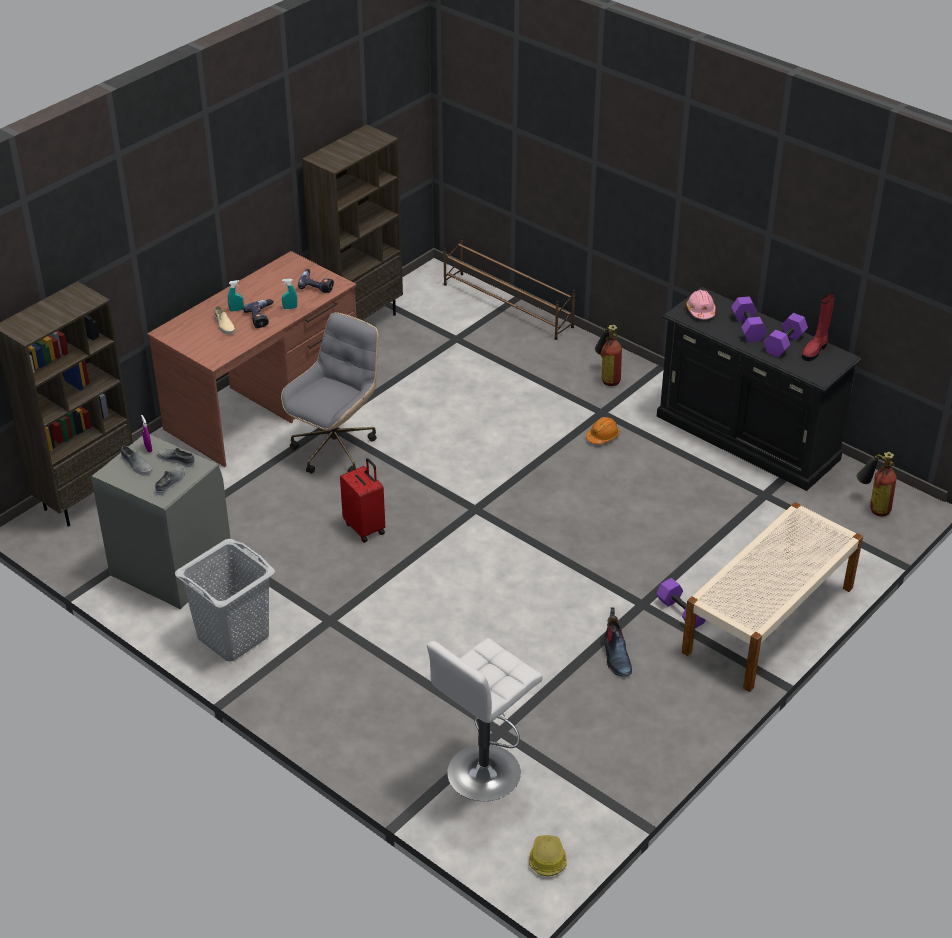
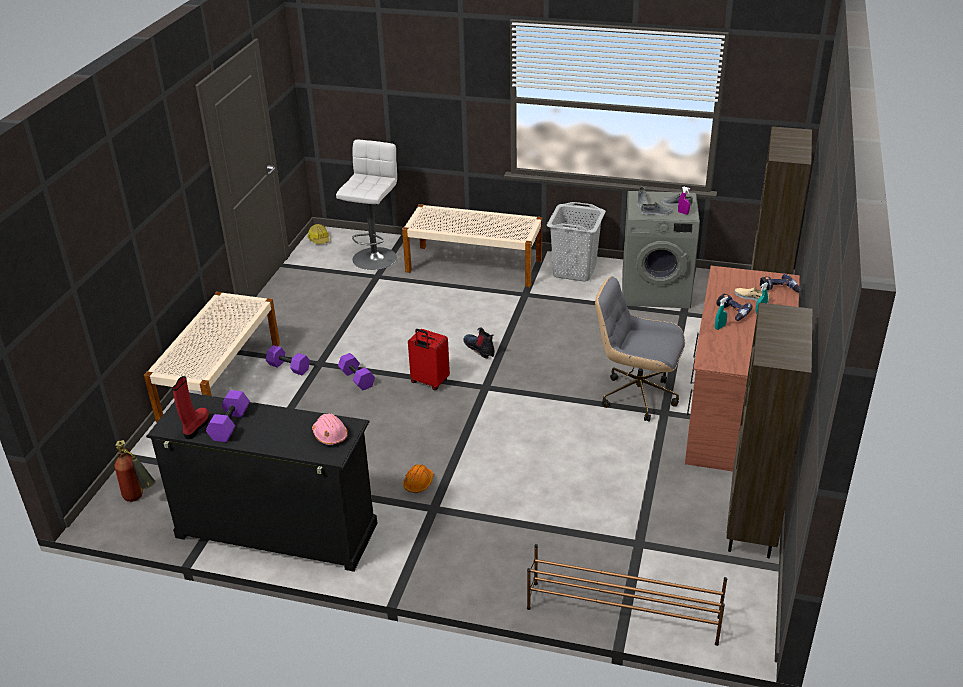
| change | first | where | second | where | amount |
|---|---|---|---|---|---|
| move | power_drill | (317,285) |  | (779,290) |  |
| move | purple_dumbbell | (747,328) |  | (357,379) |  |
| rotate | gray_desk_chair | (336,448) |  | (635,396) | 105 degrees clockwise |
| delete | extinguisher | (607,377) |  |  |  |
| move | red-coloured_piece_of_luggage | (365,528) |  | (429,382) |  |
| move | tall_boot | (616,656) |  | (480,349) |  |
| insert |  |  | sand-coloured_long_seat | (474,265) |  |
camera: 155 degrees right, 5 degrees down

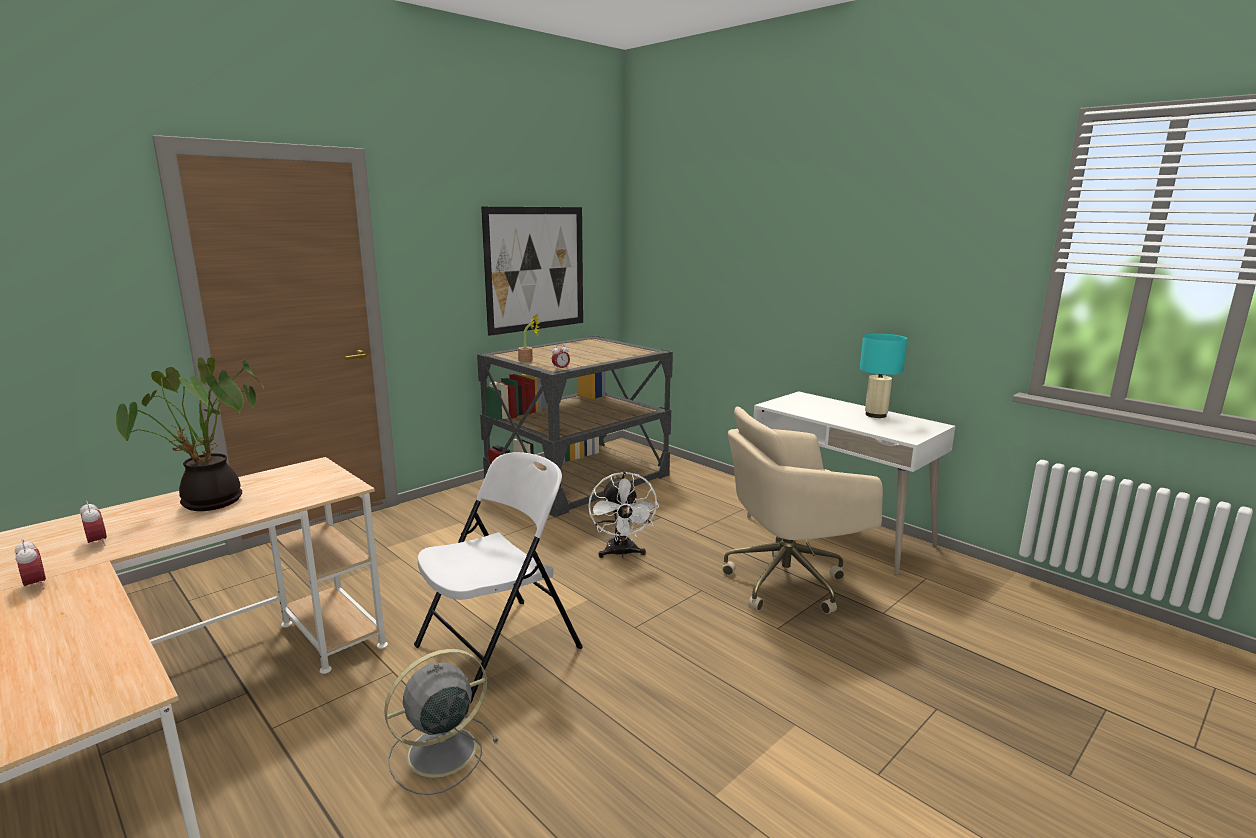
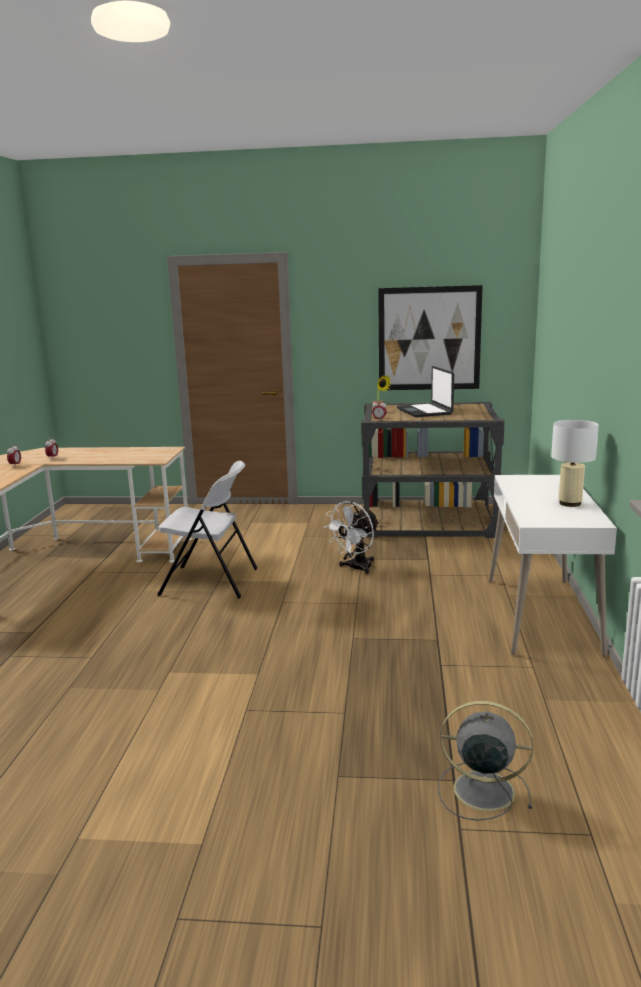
| change | first | where | second | where | amount |
|---|---|---|---|---|---|
| recolor | turquoise-coloured_table_lamp | (875,415) | white_table_lamp | (569,503) |  |
| delete | houseplant | (209,504) |  |  |  |
| delete | sand-coloured_desk_chair | (790,583) |  |  |  |
| move | gray_cooling_fan | (439,753) |  | (480,790) |  |
| insert |  |  | portable_computer | (425,411) |  |
camera: 50 degrees right, 0 degrees up

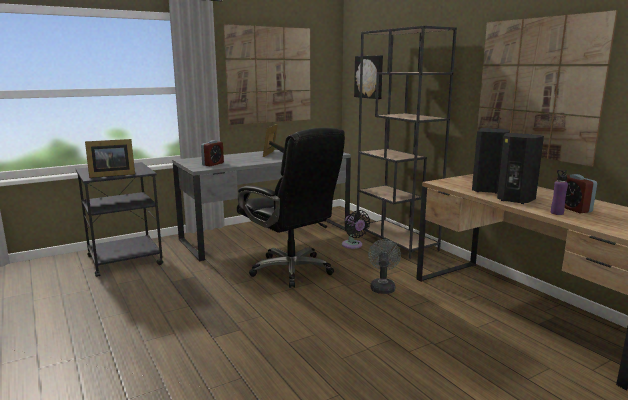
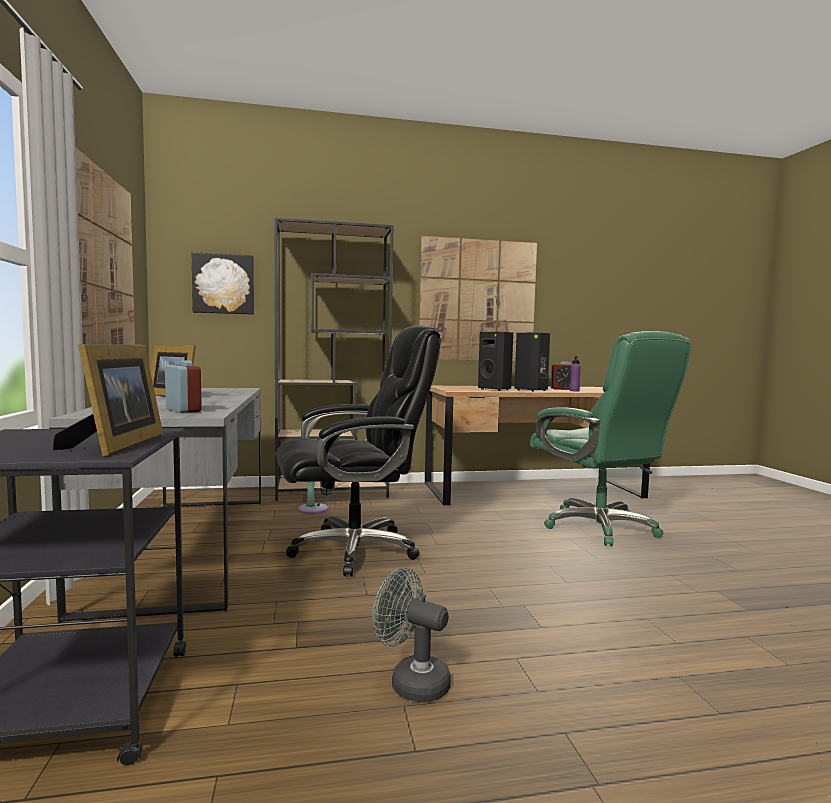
| change | first | where | second | where | amount |
|---|---|---|---|---|---|
| move | gray_cooling_fan | (382,287) |  | (411,681) |  |
| insert |  |  | green-coloured_desk_chair | (597,526) |  |
camera: 70 degrees left, 10 degrees down

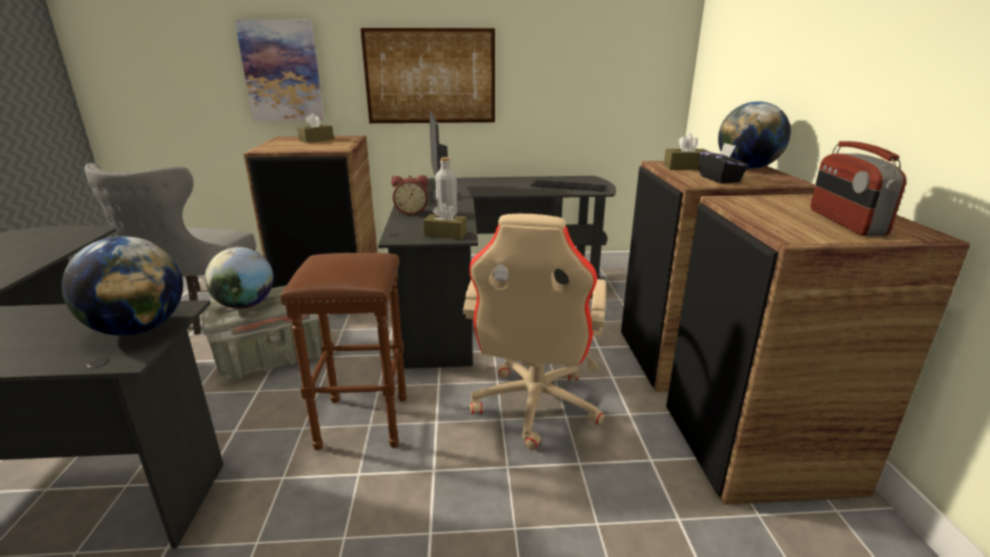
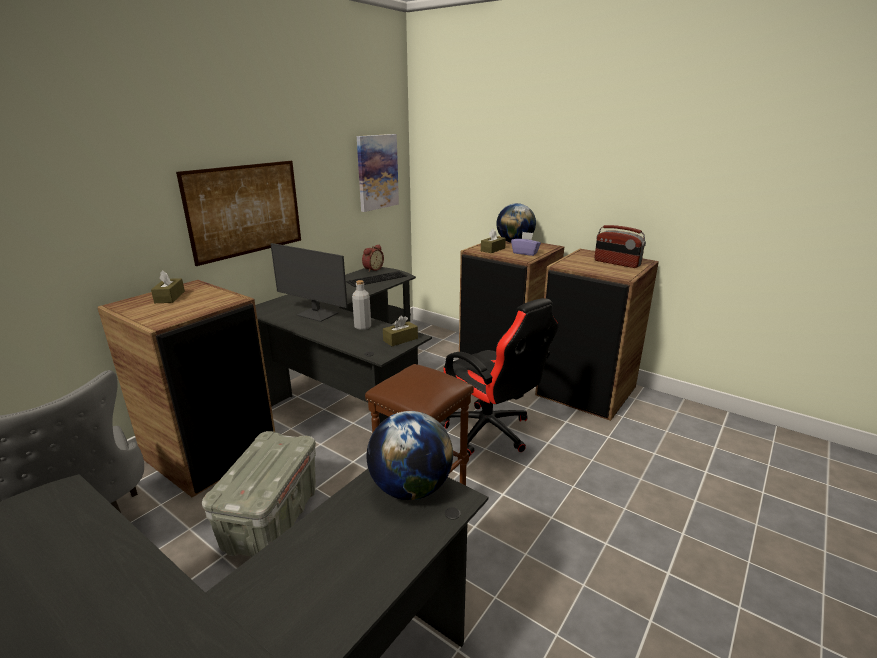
| change | first | where | second | where | amount |
|---|---|---|---|---|---|
| move | picture | (282,71) |  | (377,172) |  |
| recolor | black_tissue_holder | (719,179) | purple_tissue_holder | (525,253) |  |
| move | alarm_clock | (411,212) |  | (372,269) |  |
| recolor | sand-coloured_desk_chair | (533,412) | black_desk_chair | (492,435) |  |
| delete | globe | (245,305) |  |  |  |
camera: 50 degrees left, 0 degrees up

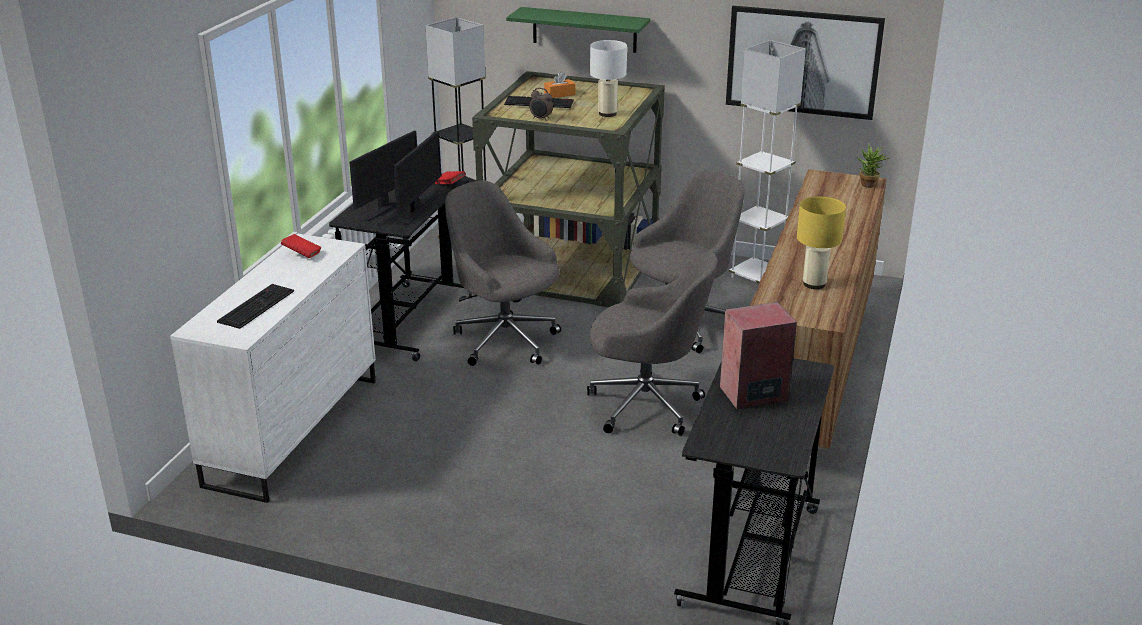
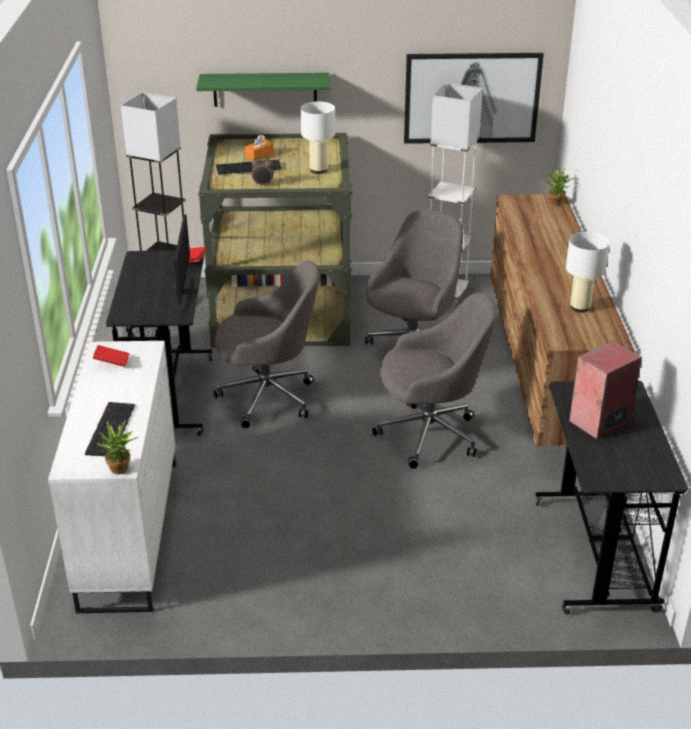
| change | first | where | second | where | amount |
|---|---|---|---|---|---|
| delete | computer_screen | (386,208) |  |  |  |
| rotate | gray_desk_chair | (504,341) |  | (268,398) | 150 degrees clockwise |
| recolor | yellow_table_lamp | (814,284) | white_table_lamp | (580,308) |  |
| insert |  |  | houseplant | (121,471) |  |
camera: 20 degrees left, 5 degrees up

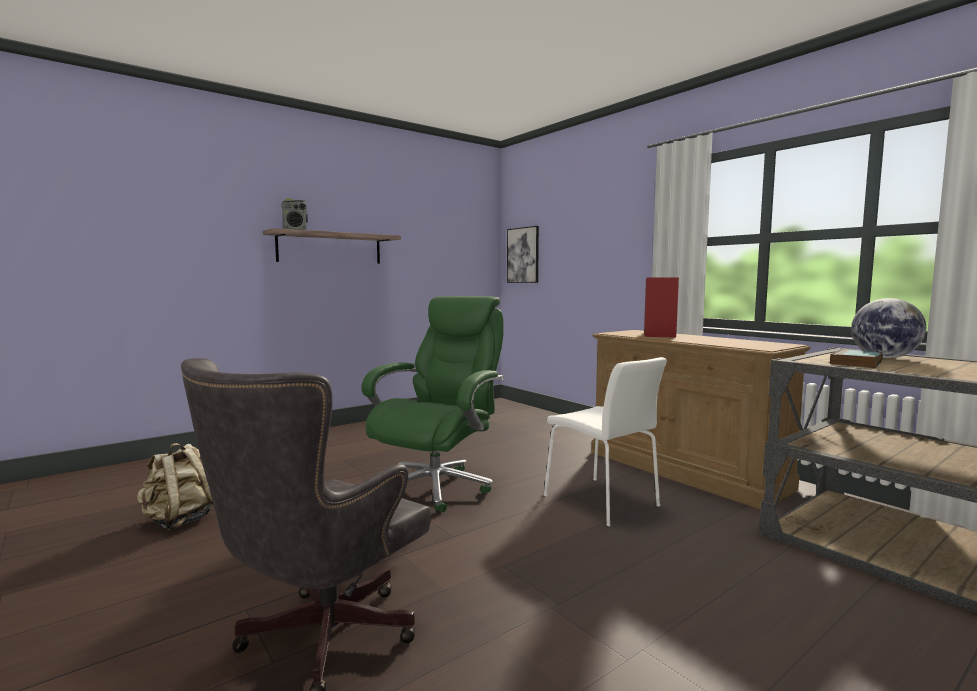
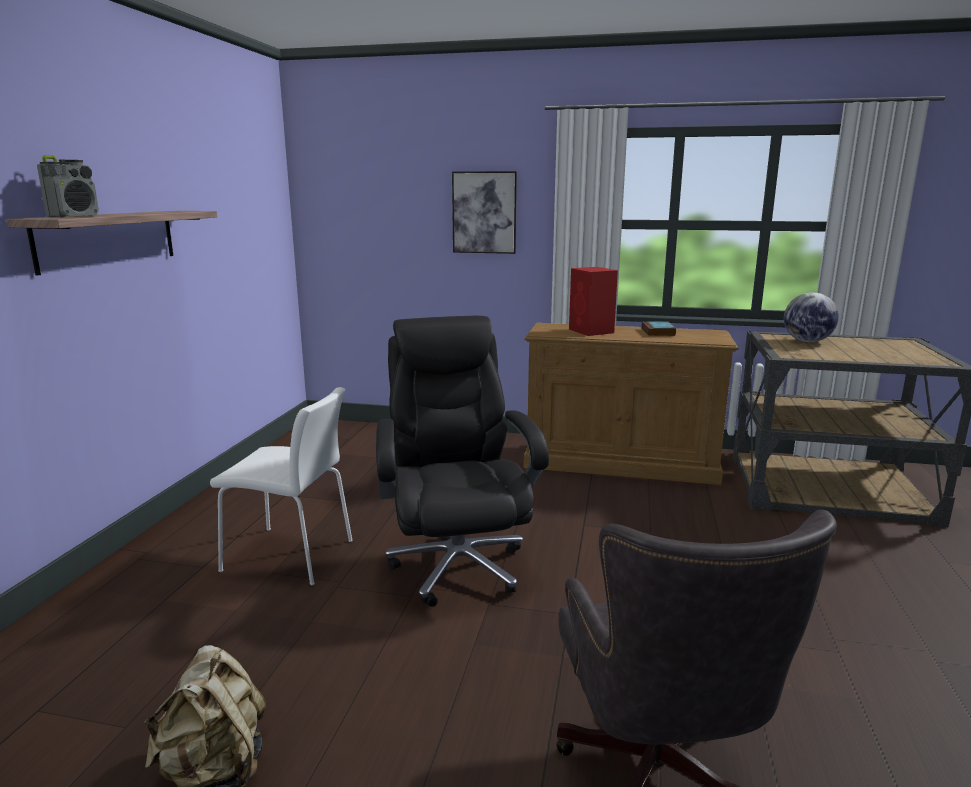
| change | first | where | second | where | amount |
|---|---|---|---|---|---|
| move | picture | (523,255) |  | (484,212) |  |
| recolor | green-coloured_desk_chair | (439,487) | black_desk_chair | (457,564) |  |
| move | bound_book | (856,363) |  | (658,332) |  |
| move | white_chair | (604,502) |  | (293,556) |  |
camera: 40 degrees left, 10 degrees up

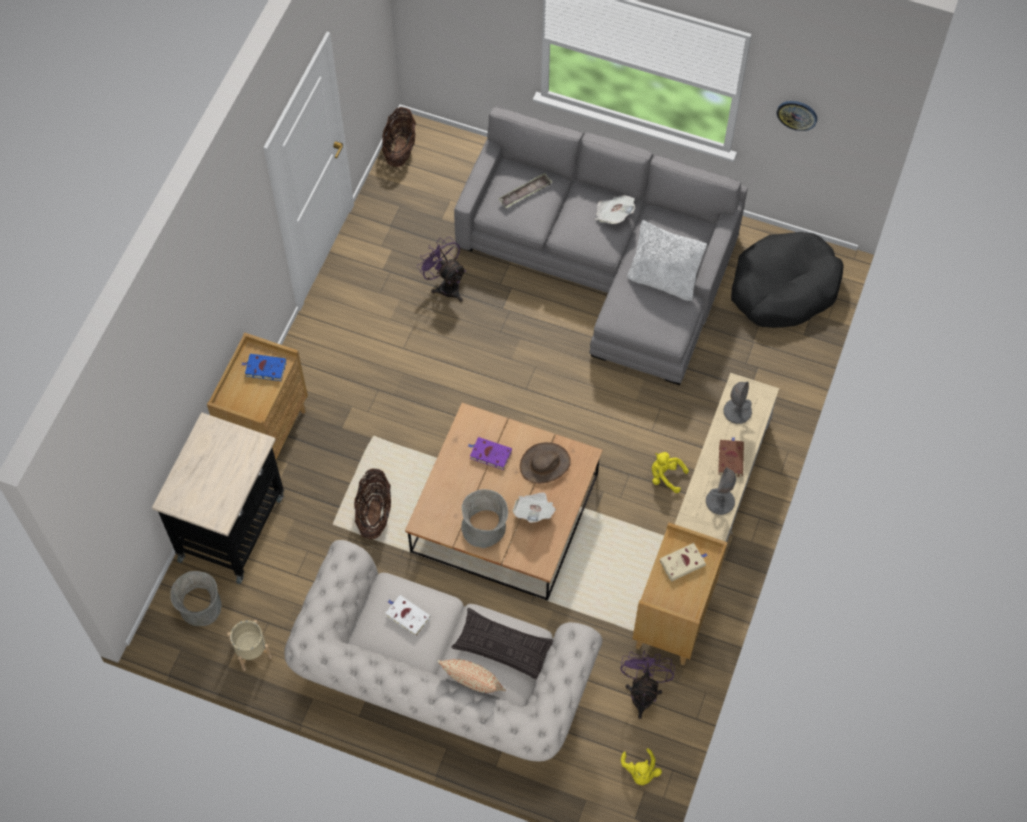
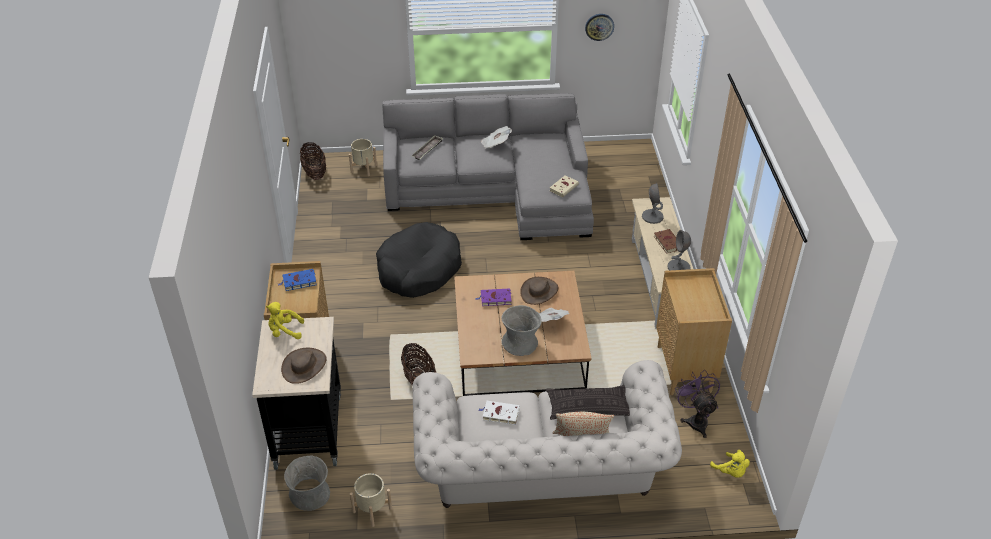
| change | first | where | second | where | amount |
|---|---|---|---|---|---|
| delete | white_throw_pillow | (664,278) |  |  |  |
| move | black_dog_bed | (783,288) |  | (419,270) |  |
| delete | purple_cooling_fan | (445,285) |  |  |  |
| move | yellow_soft_toy | (665,476) |  | (284,331) |  |
| move | sand-coloured_bound_book | (683,562) |  | (564,187) |  |
| insert |  |  | sand-coloured_flower_pot | (363,168) |  |
| insert |  |  | brownish_wearable_hat | (304,366) |  |
camera: 25 degrees left, 20 degrees down

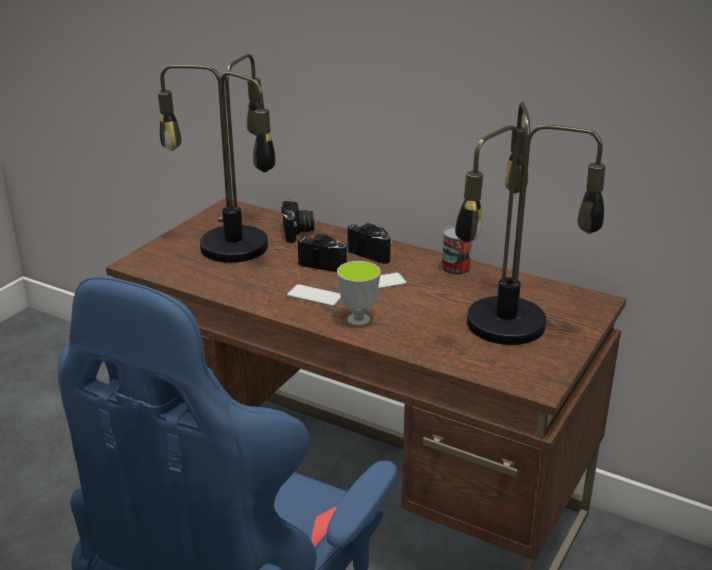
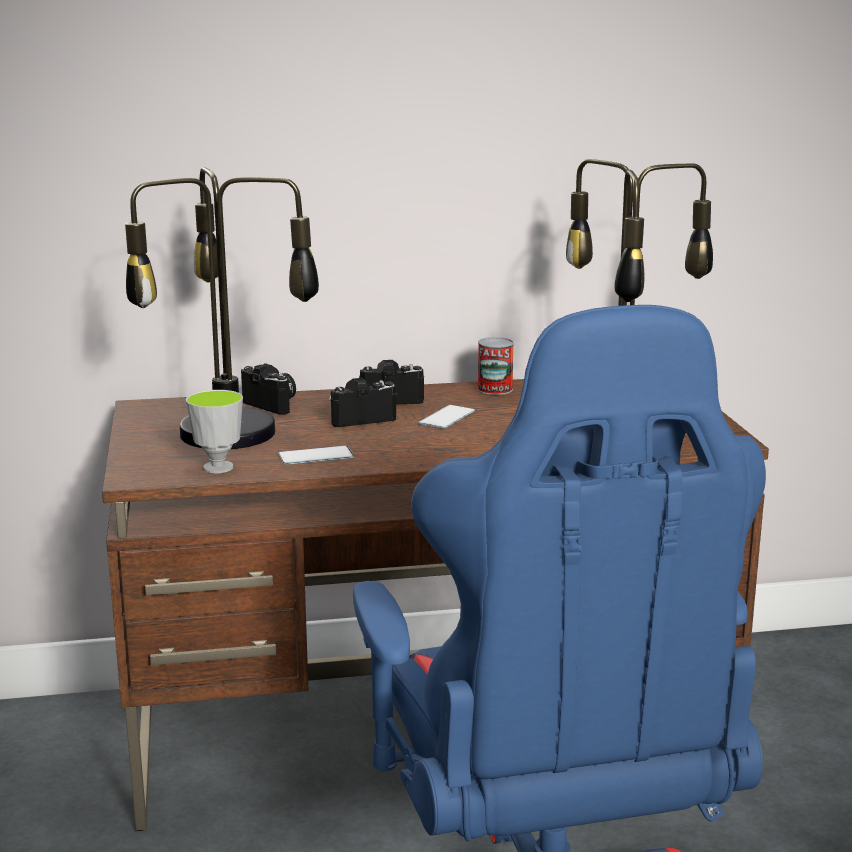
| change | first | where | second | where | amount |
|---|---|---|---|---|---|
| move | drinking_cup | (358,320) |  | (218,468) |  |
| move | telephone | (315,296) |  | (316,456) |  |
camera: 40 degrees left, 10 degrees down

